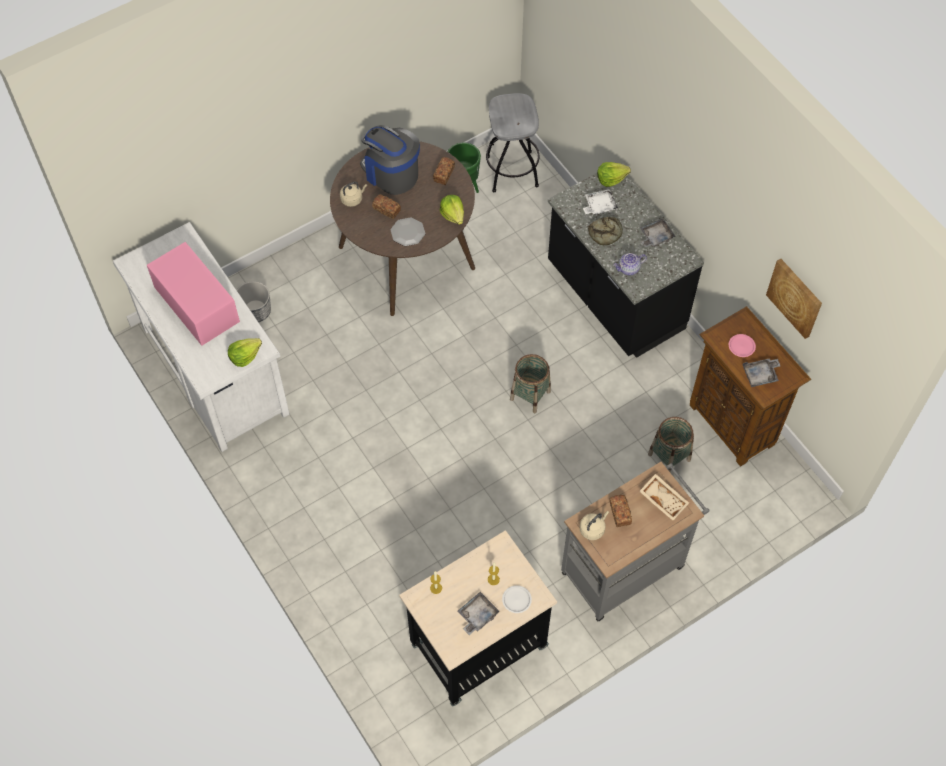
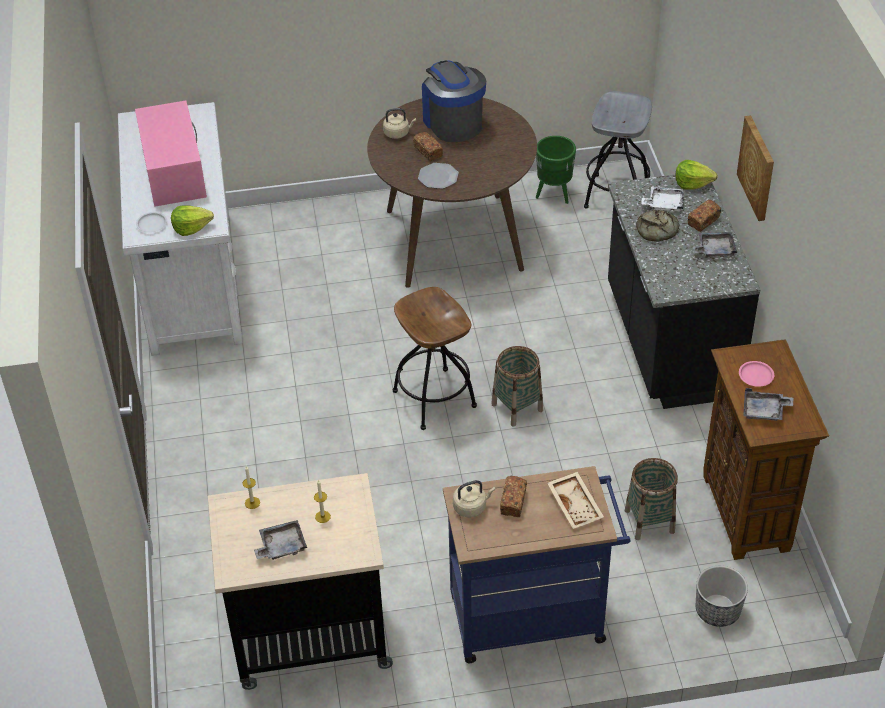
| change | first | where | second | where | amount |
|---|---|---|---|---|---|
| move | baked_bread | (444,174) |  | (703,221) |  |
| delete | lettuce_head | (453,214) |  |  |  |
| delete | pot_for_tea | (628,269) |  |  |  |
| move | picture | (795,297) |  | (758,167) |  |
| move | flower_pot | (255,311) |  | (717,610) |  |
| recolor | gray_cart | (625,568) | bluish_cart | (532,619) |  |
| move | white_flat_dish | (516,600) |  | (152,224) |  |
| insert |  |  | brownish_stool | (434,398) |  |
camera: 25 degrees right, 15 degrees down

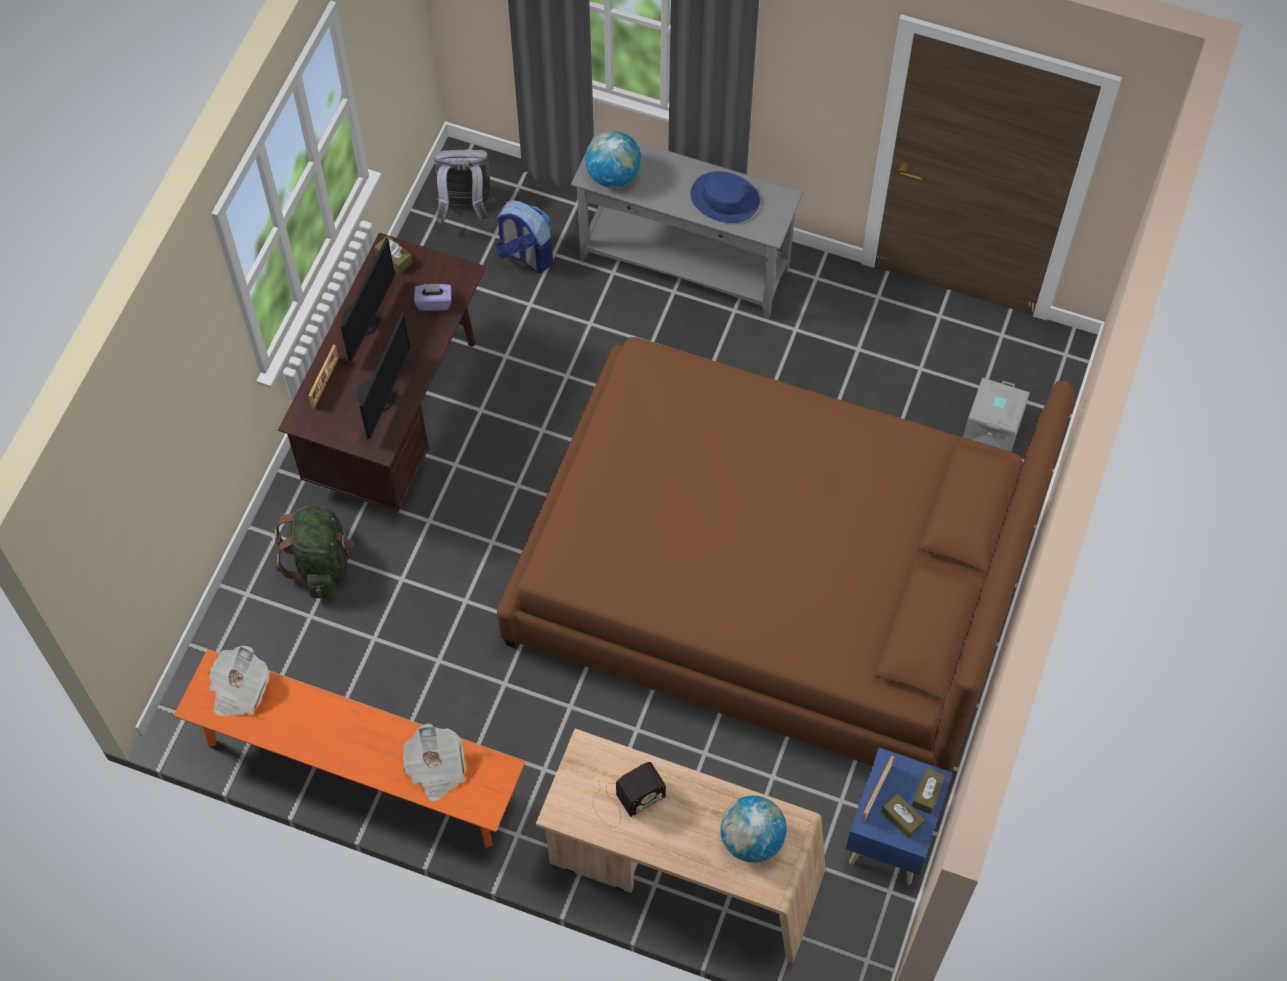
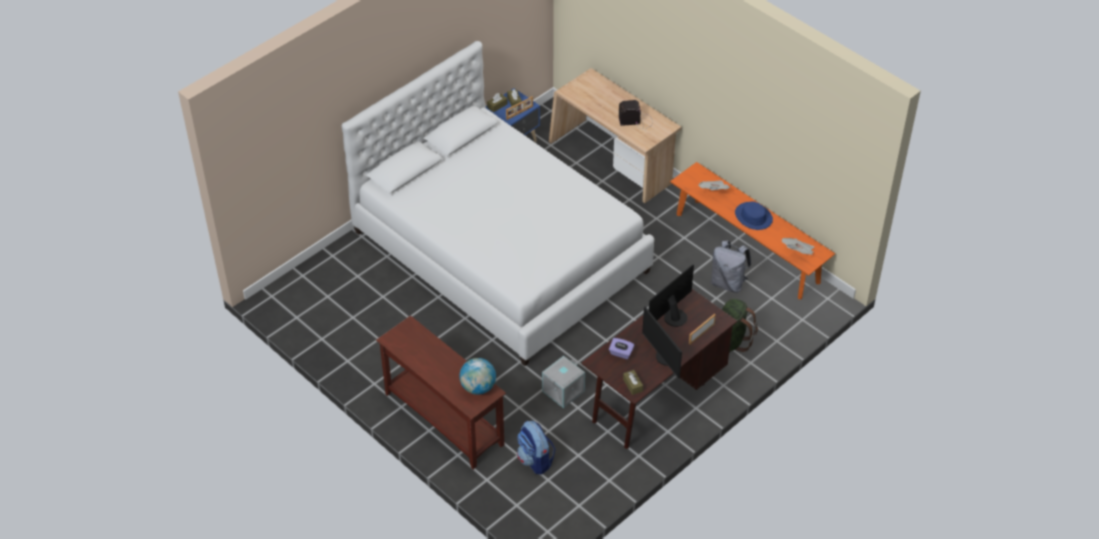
| change | first | where | second | where | amount |
|---|---|---|---|---|---|
| recolor | gray_hall_table | (685,263) | brownish_hall_table | (443,419) |  |
| move | gray_rucksack | (465,210) |  | (728,283) |  |
| move | bluish_wearable_hat | (725,198) |  | (753,217) |  |
| rotate | computer_screen | (365,321) |  | (665,357) | 75 degrees counterclockwise |
| recolor | brownish_sleeping_bed | (771,584) | white_sleeping_bed | (500,251) |  |
| move | gray_storage_container | (991,428) |  | (563,391) |  |
| delete | globe | (751,839) |  |  |  |
camera: 155 degrees left, 15 degrees down

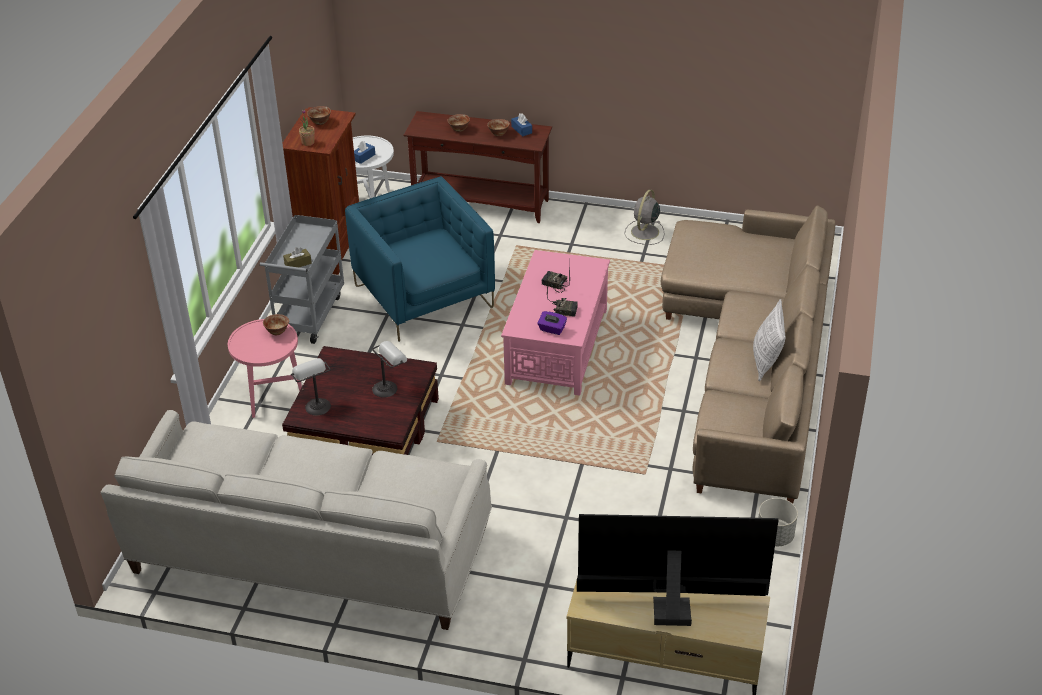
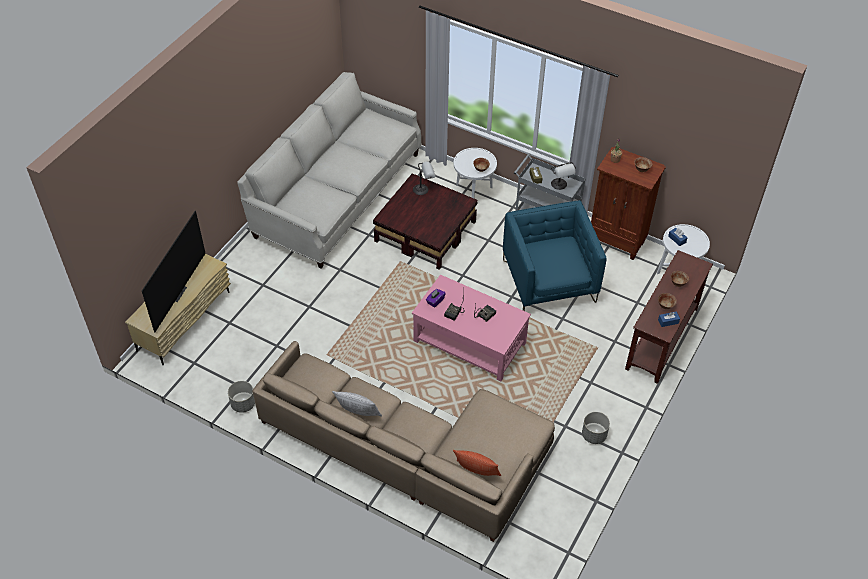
| change | first | where | second | where | amount |
|---|---|---|---|---|---|
| rotate | bluish_lounge_chair | (423,298) |  | (548,282) | 90 degrees counterclockwise |
| replace | gray_cooling_fan | (644,232) | gray_flower_pot | (593,435) |  |
| recolor | pink_side_table | (271,395) | white_side_table | (473,195) |  |
| move | table_lamp | (389,386) |  | (560,186) |  |
| insert |  |  | orange-coloured_throw_pillow | (476,473) |  |
camera: 105 degrees right, 10 degrees up

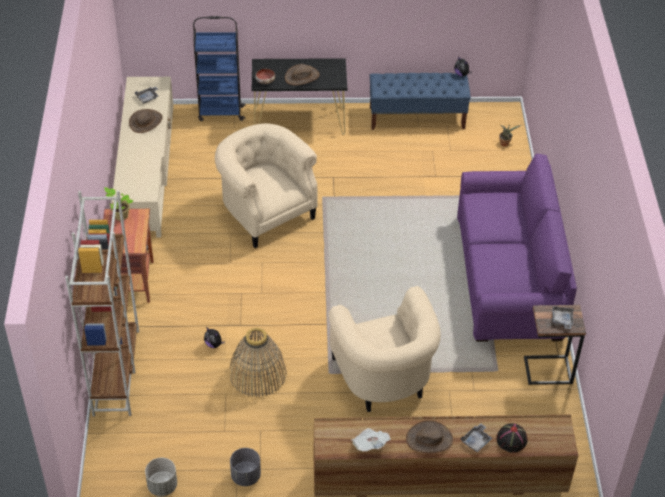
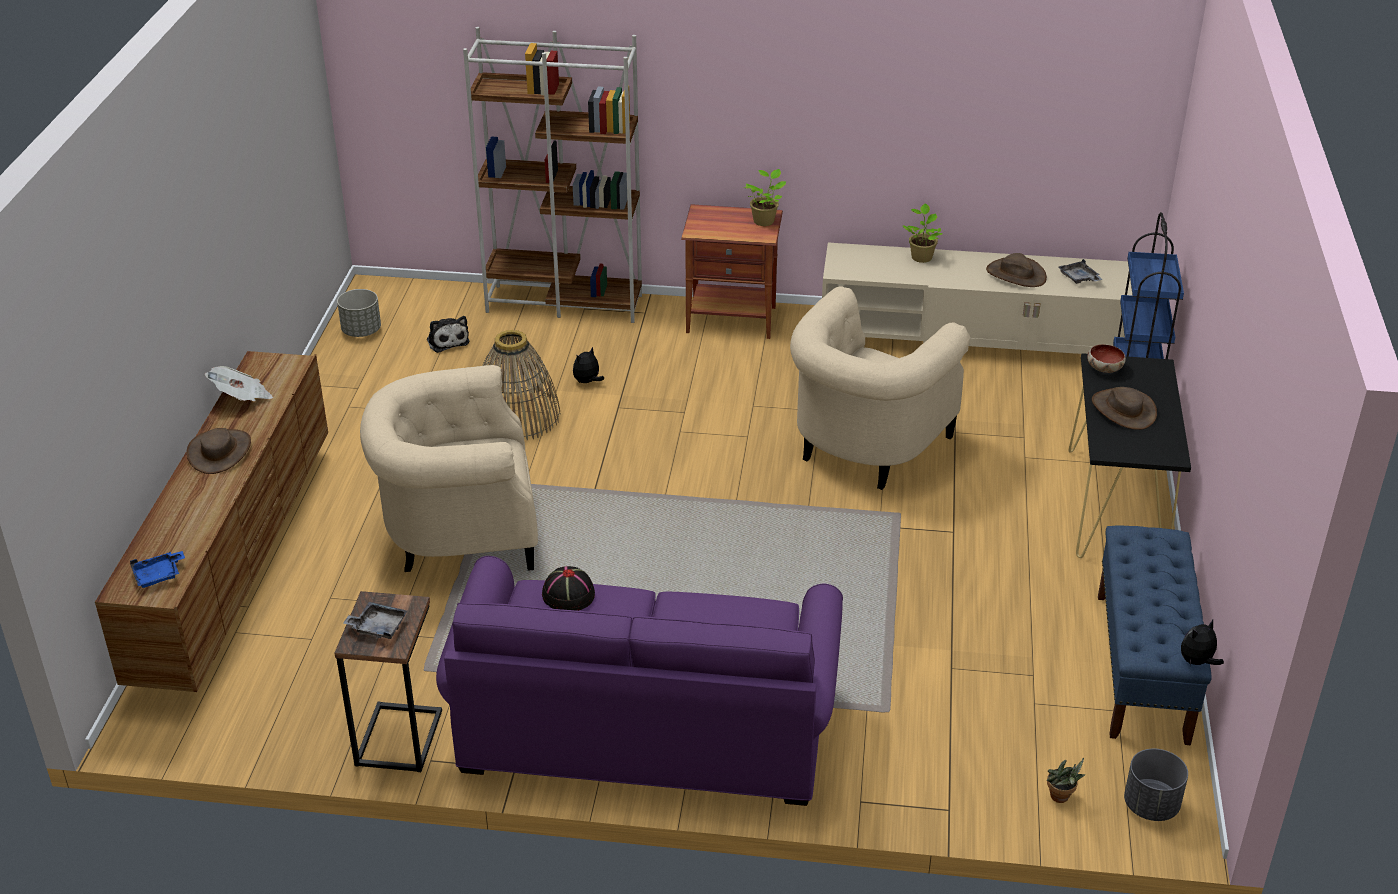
| change | first | where | second | where | amount |
|---|---|---|---|---|---|
| rotate | sand-coloured_lounge_chair | (265,211) |  | (867,447) | 150 degrees clockwise |
| delete | gray_carrying_tray | (476,441) |  |  |  |
| move | black_wearable_hat | (511,440) |  | (568,595) |  |
| move | gray_flower_pot | (245,476) |  | (1150,805) |  |
| insert |  |  | houseplant | (921,256) |  |
| insert |  |  | soft_toy | (447,340) |  |
| insert |  |  | bluish_carrying_tray | (159,575) |  |
camera: 100 degrees right, 10 degrees down

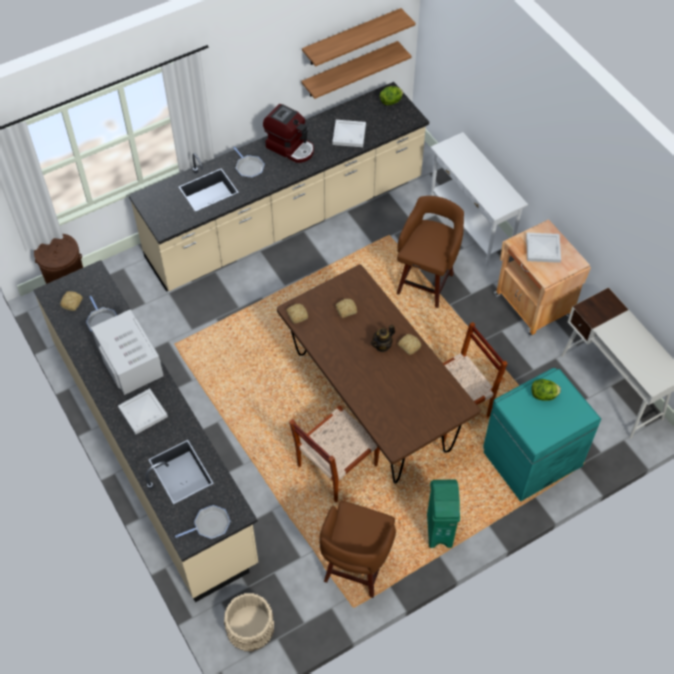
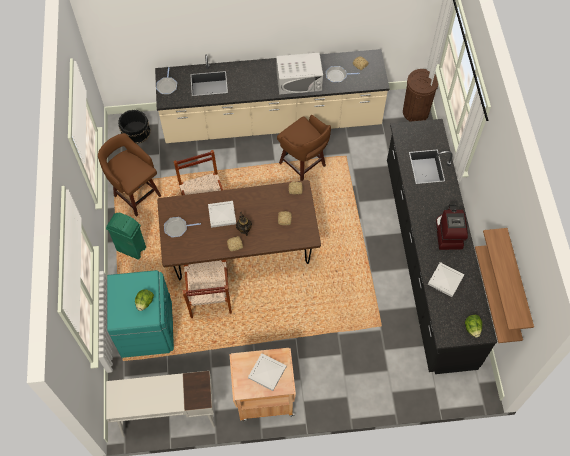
| change | first | where | second | where | amount |
|---|---|---|---|---|---|
| recolor | sand-coloured_kitchen_base_unit | (286,219) | black_kitchen_base_unit | (427,260) |  |
| rotate | coffee_brewer | (291,147) |  | (448,234) | 120 degrees clockwise |
| delete | white_hall_table | (471,225) |  |  |  |
| move | pan | (249,167) |  | (177,228) |  |
| move | brownish_stool | (426,282) |  | (303,166) |  |
| move | white_carrying_tray | (142,413) |  | (221,214) |  |
| recolor | sand-coloured_bucket | (249,626) | black_bucket | (136,131) |  |
camera: 115 degrees right, 5 degrees up

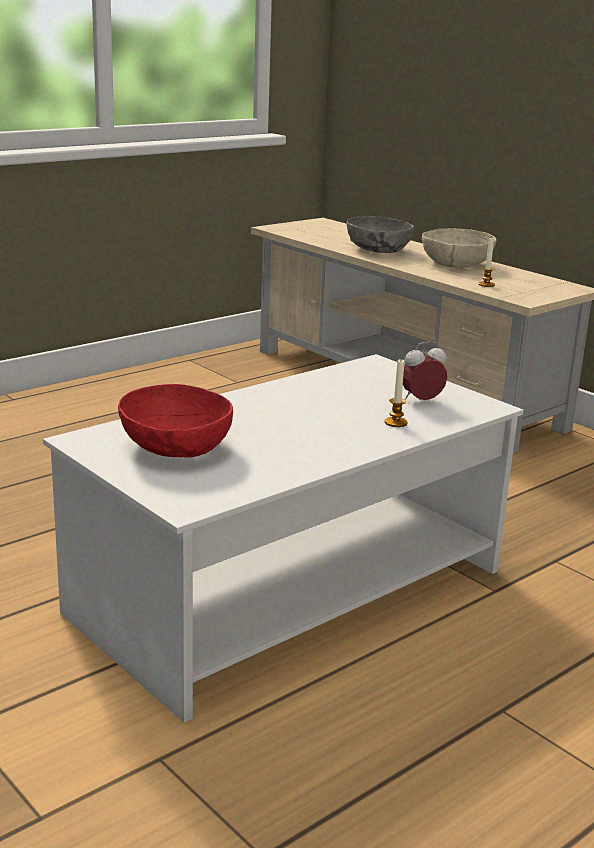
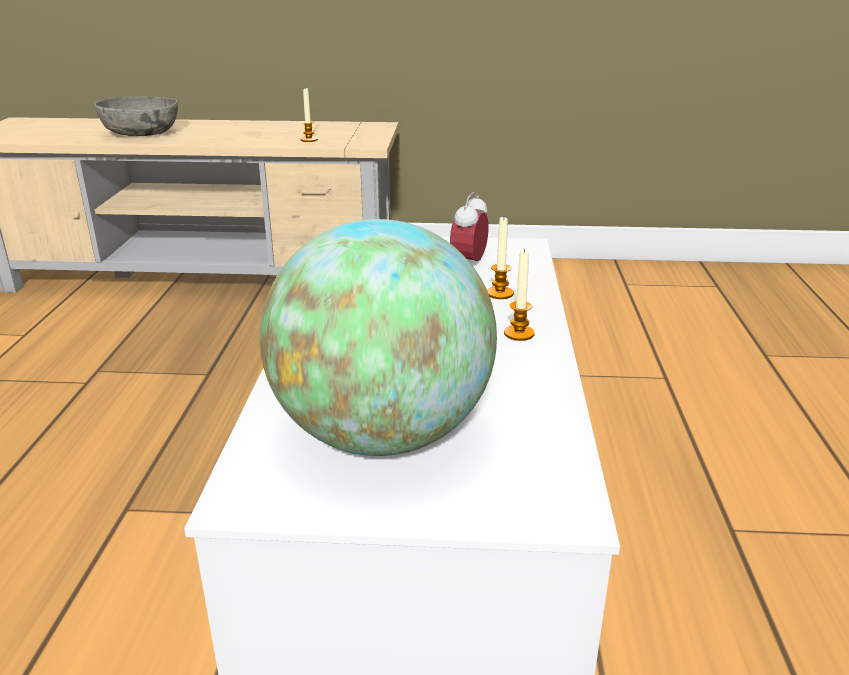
| change | first | where | second | where | amount |
|---|---|---|---|---|---|
| delete | sand-coloured_bowl | (455,264) |  |  |  |
| replace | red-coloured_bowl | (176,447) | globe | (382,434) |  |
| insert |  |  | wax_candle | (519,334) |  |
camera: 45 degrees left, 5 degrees up

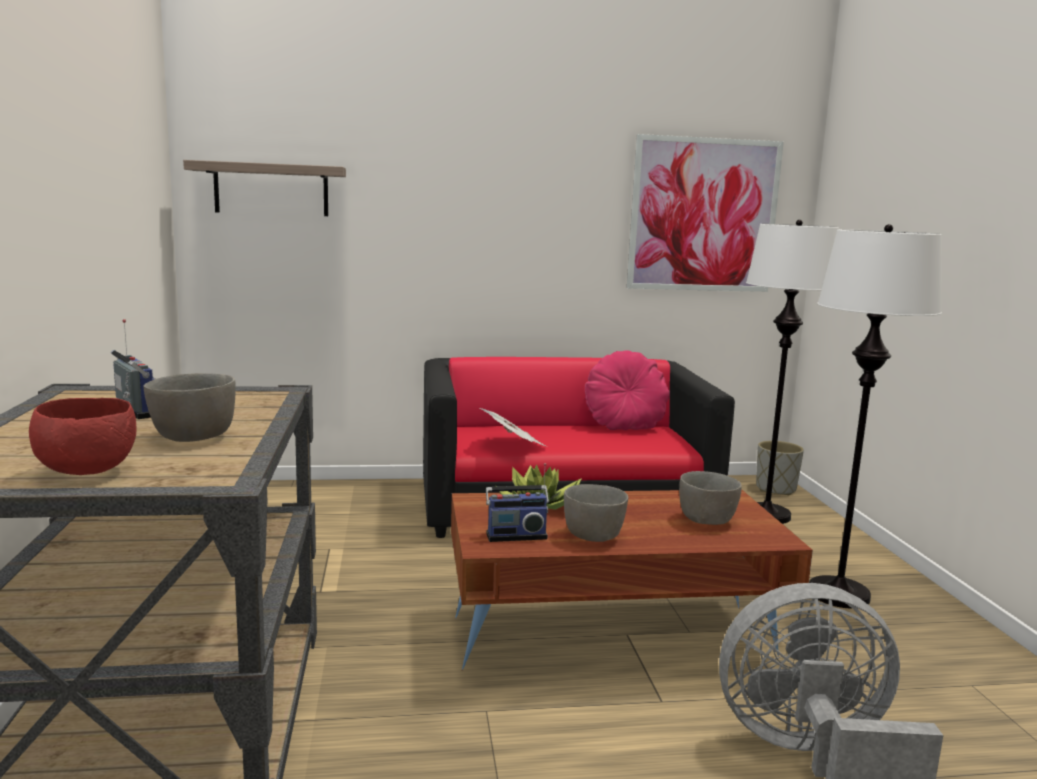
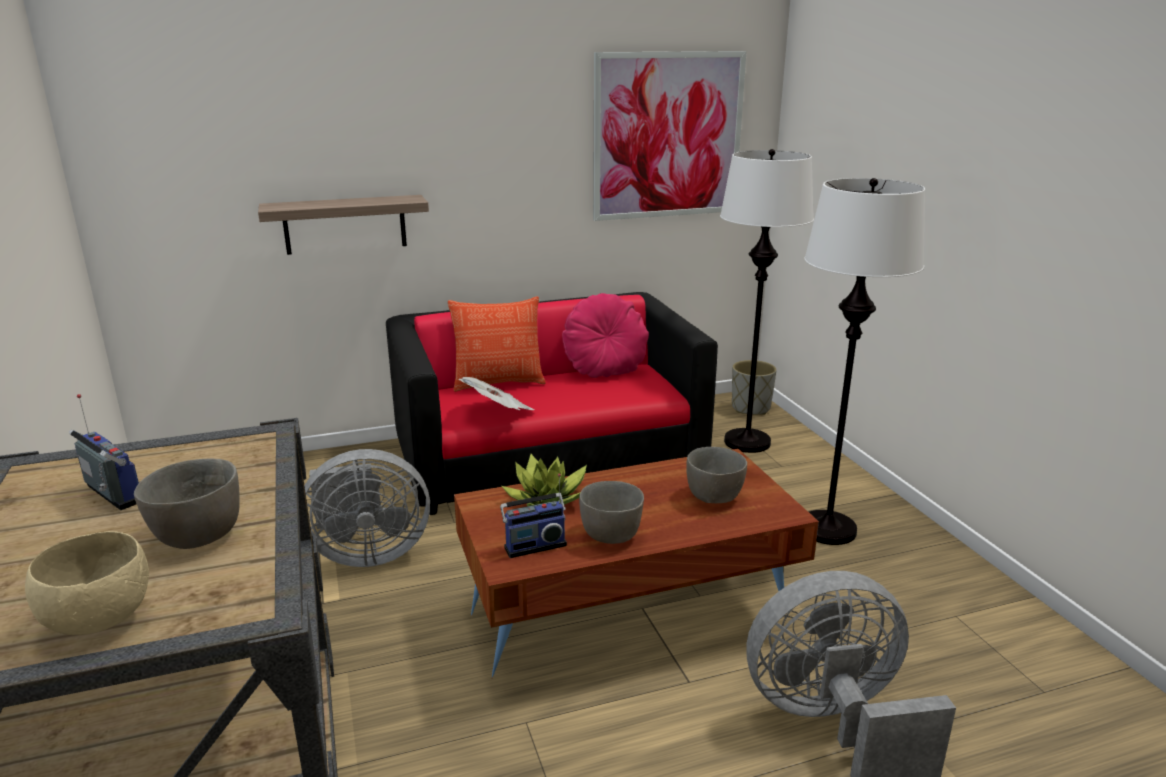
| change | first | where | second | where | amount |
|---|---|---|---|---|---|
| move | bracket_shelf | (271,189) |  | (345,224) |  |
| recolor | red-coloured_bowl | (89,470) | sand-coloured_bowl | (101,618) |  |
| insert |  |  | orange-coloured_throw_pillow | (498,383) |  |
| insert |  |  | gray_cooling_fan | (367,553) |  |
camera: 10 degrees left, 10 degrees up

